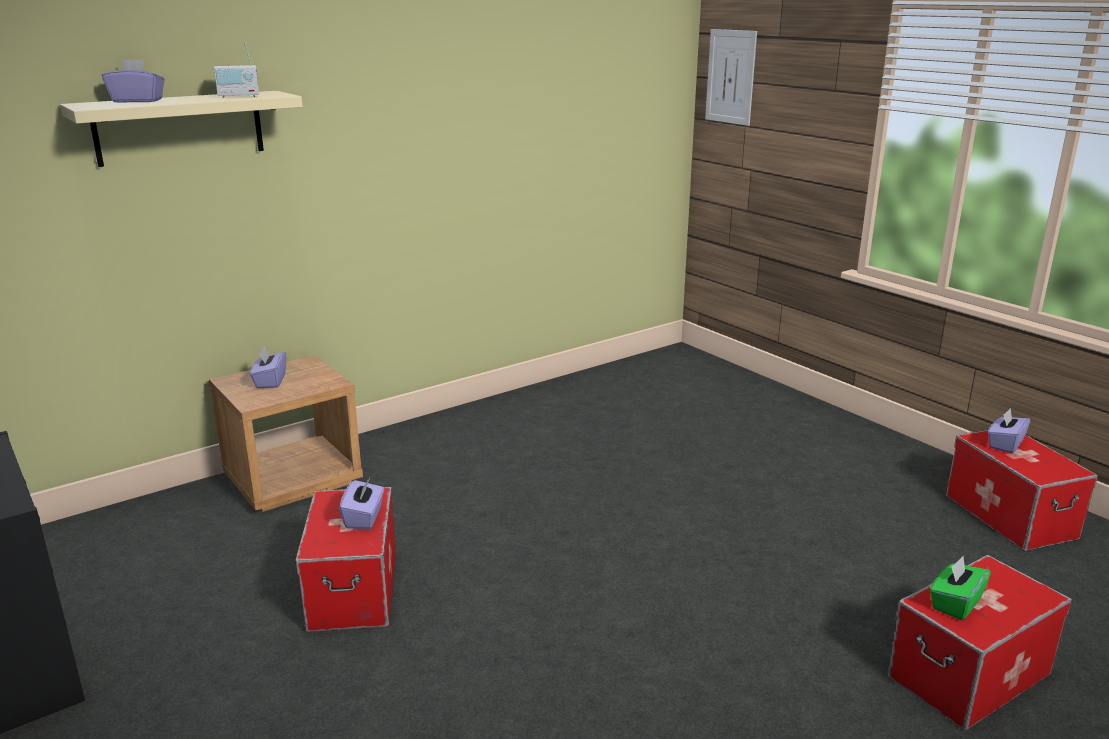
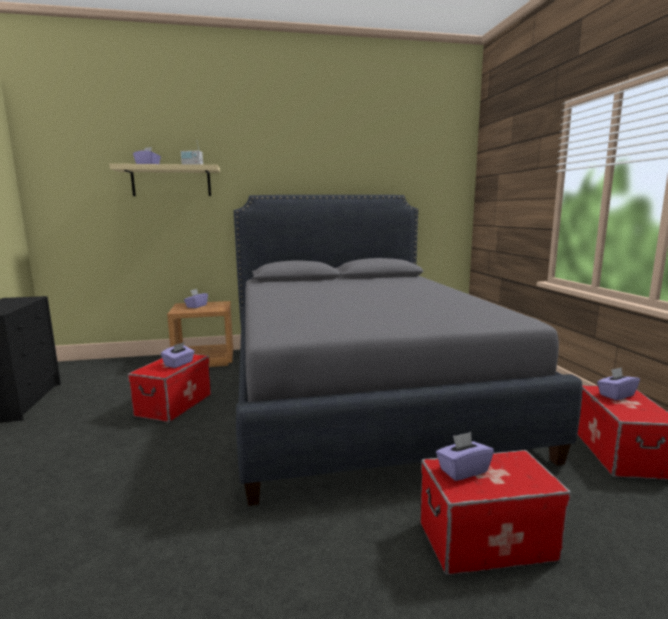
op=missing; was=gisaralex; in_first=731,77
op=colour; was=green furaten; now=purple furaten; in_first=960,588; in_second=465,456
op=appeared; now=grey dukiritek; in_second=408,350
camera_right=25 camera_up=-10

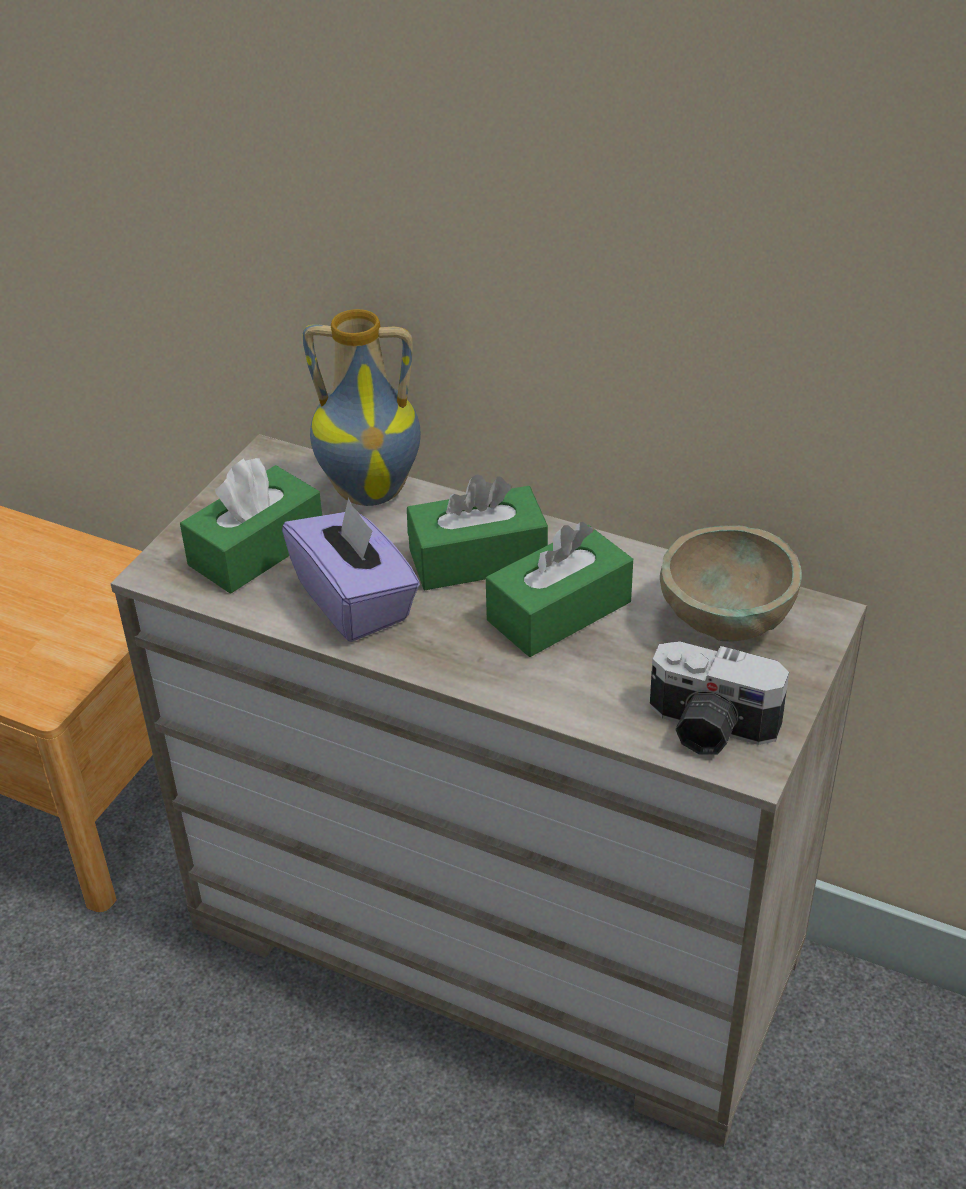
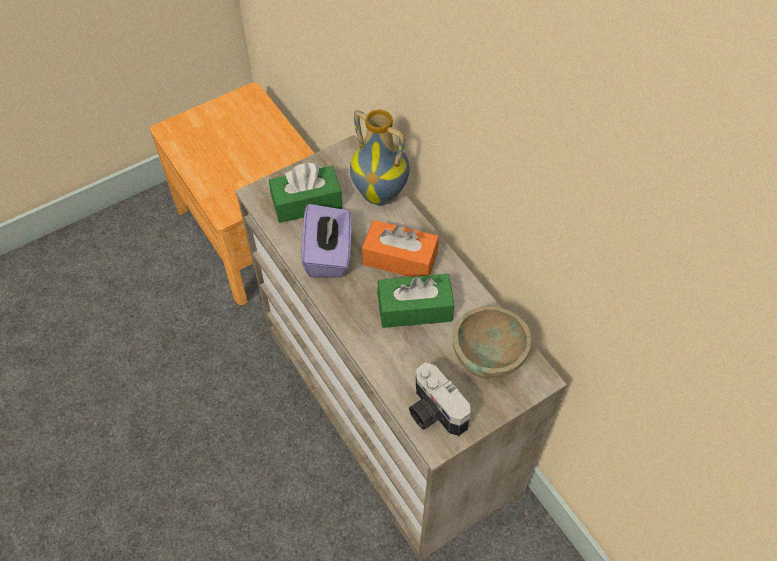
op=colour; was=green furaten; now=orange furaten; in_first=477,532; in_second=400,248
camera_right=30 camera_up=15

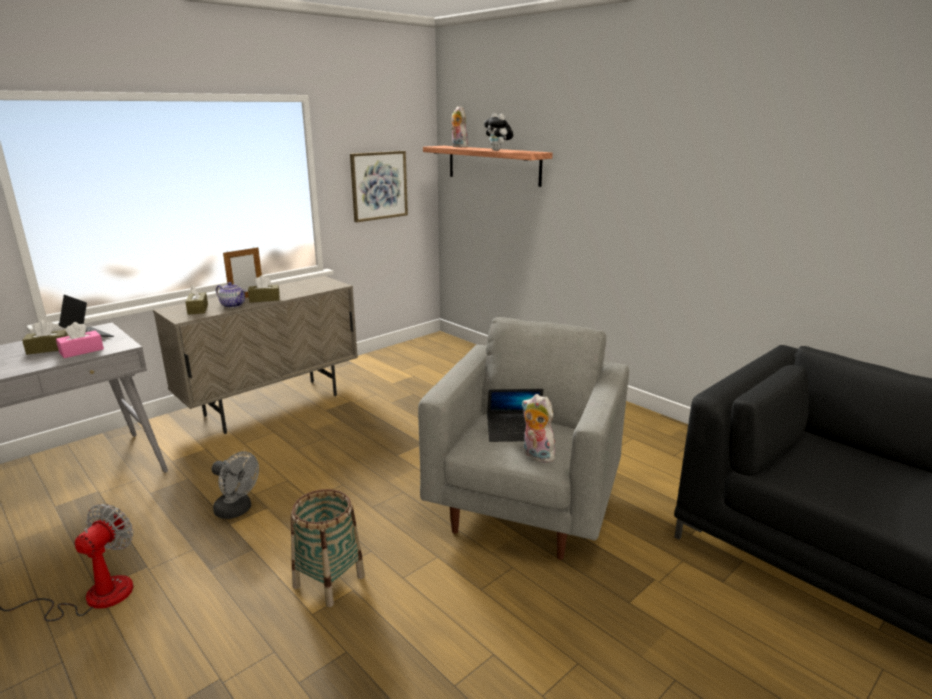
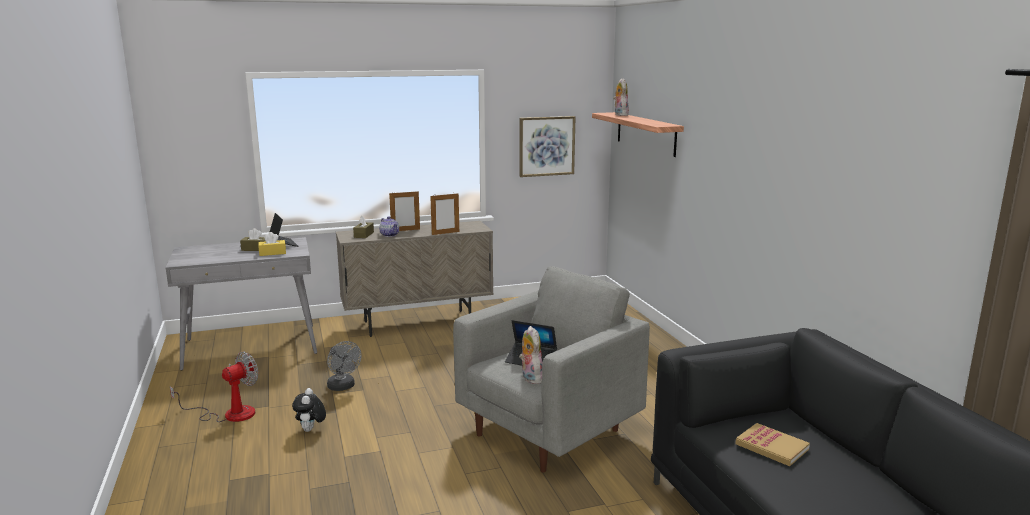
op=colour; was=pink furaten; now=yellow furaten; in_first=80,340; in_second=272,244
op=missing; was=brown furaten; in_first=264,289
op=missing; was=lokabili; in_first=328,548
op=relocated; was=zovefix; in_first=498,132; in_second=309,410
op=appeared; now=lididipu; in_second=444,213
op=appeared; now=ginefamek; in_second=772,444
camera_right=25 camera_up=-5

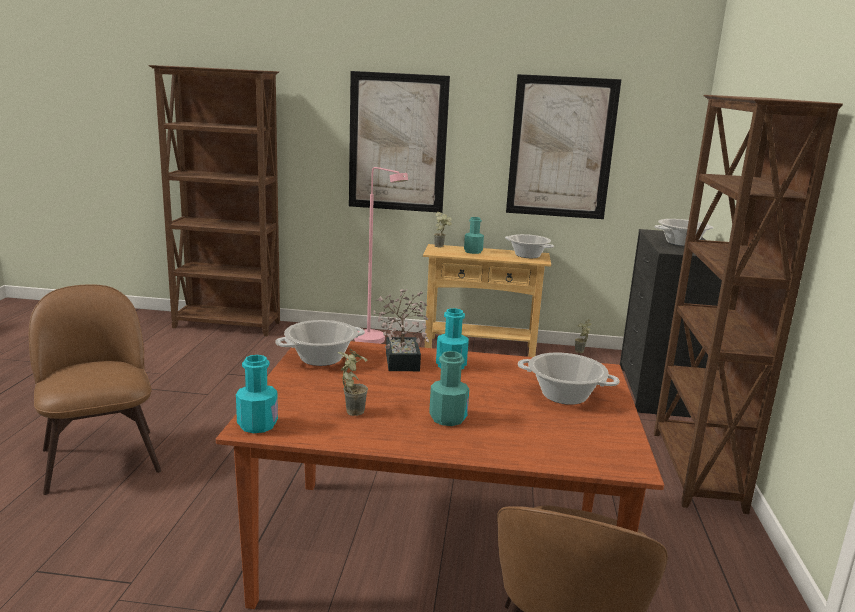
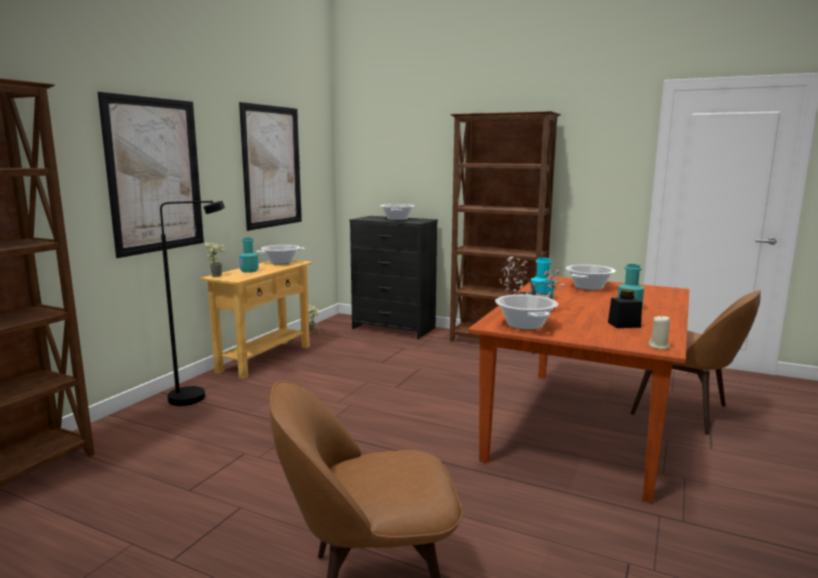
op=exchanged; was=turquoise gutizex; now=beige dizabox; in_first=257,394; in_second=659,332
op=exchanged; was=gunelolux; now=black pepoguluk; in_first=353,382; in_second=625,308
op=colour; was=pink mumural; now=black mumural; in_first=381,255; in_second=192,303
camera_right=-70 camera_up=-5

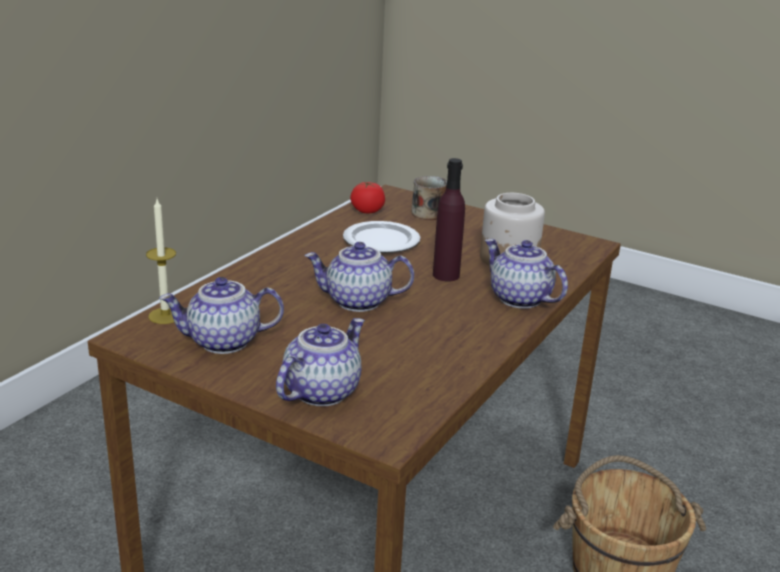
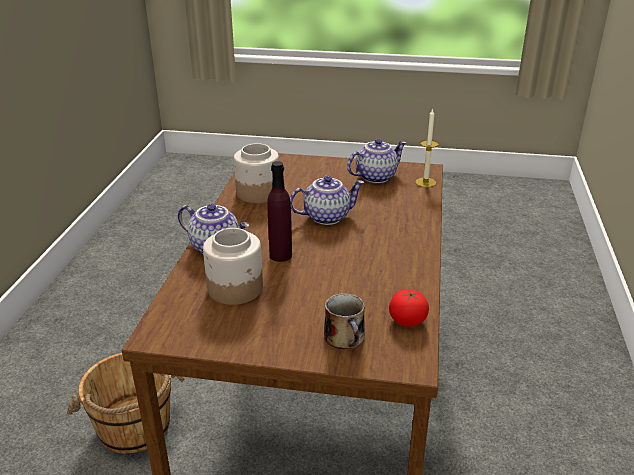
op=missing; was=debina; in_first=320,362
op=missing; was=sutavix; in_first=382,237
op=appeared; now=pepoguluk; in_second=256,173
camera_right=160 camera_up=5

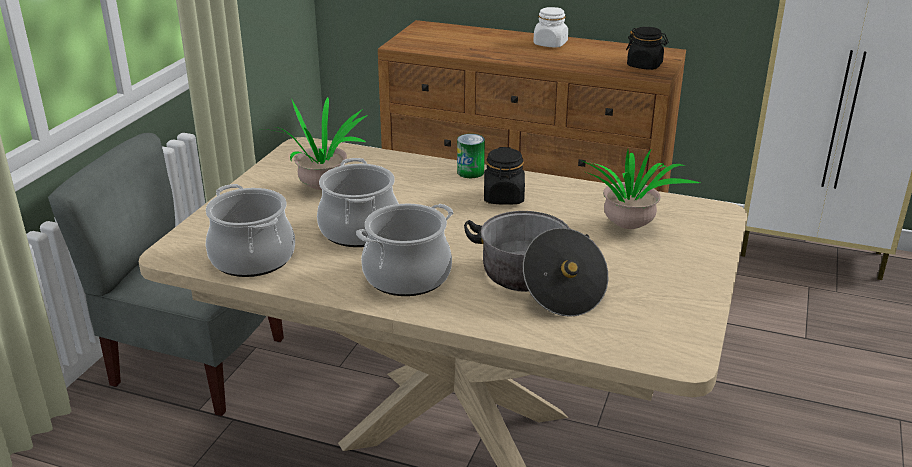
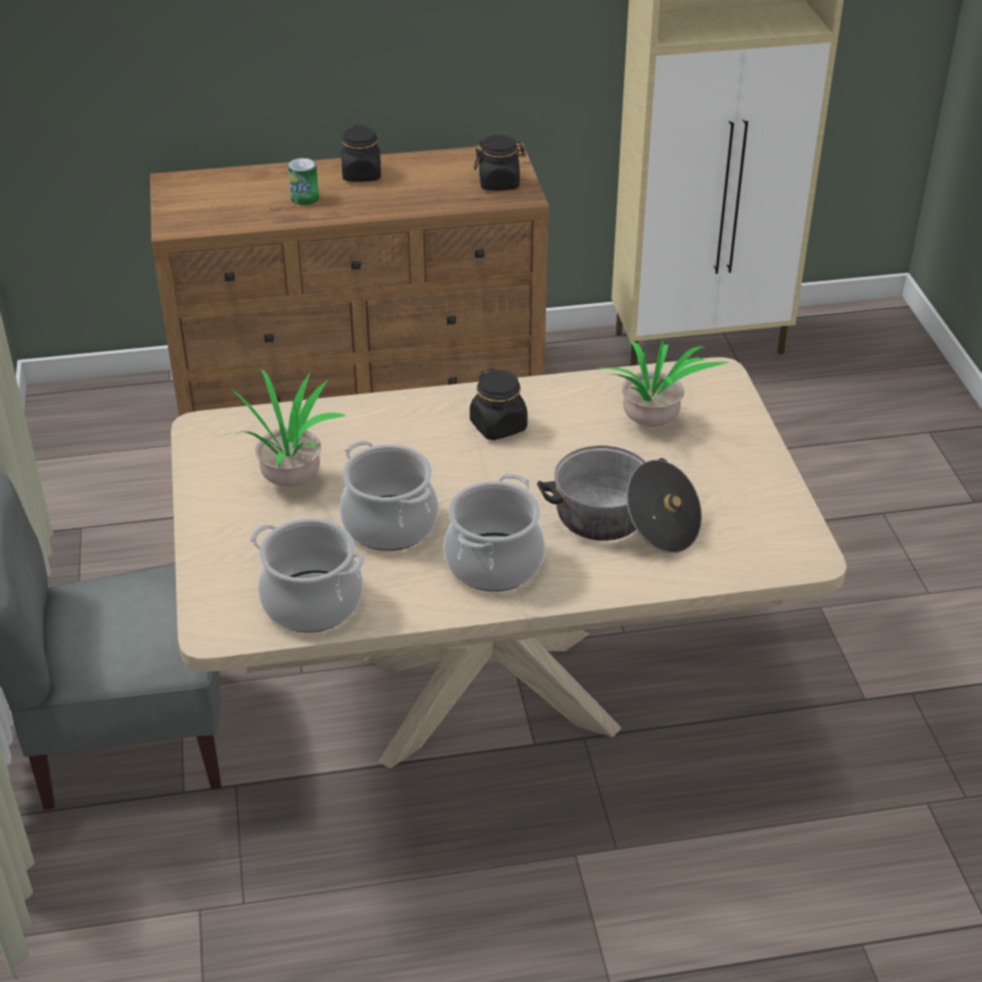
op=relocated; was=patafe; in_first=471,156; in_second=303,181
op=colour; was=white pepoguluk; now=black pepoguluk; in_first=550,27; in_second=361,153
camera_right=-30 camera_up=10

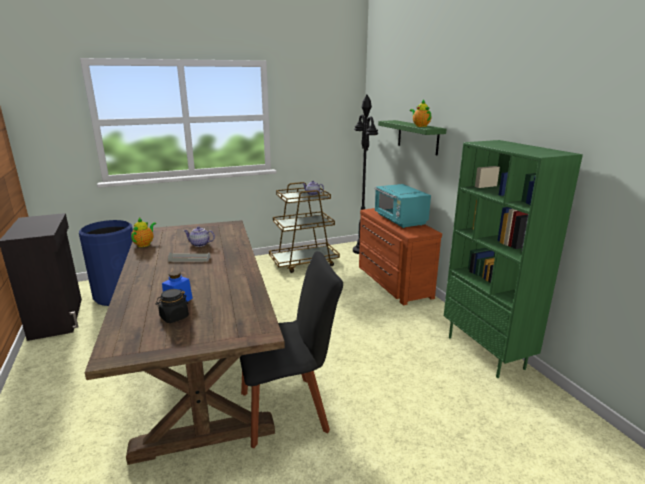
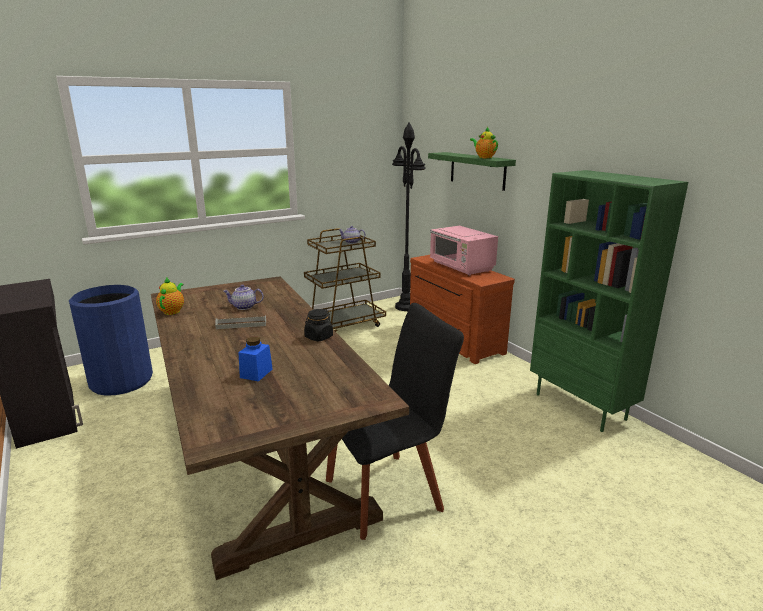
op=relocated; was=black pepoguluk; in_first=172,306; in_second=318,325
op=colour; was=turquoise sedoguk; now=pink sedoguk; in_first=403,206; in_second=464,250
camera_right=-10 camera_up=0

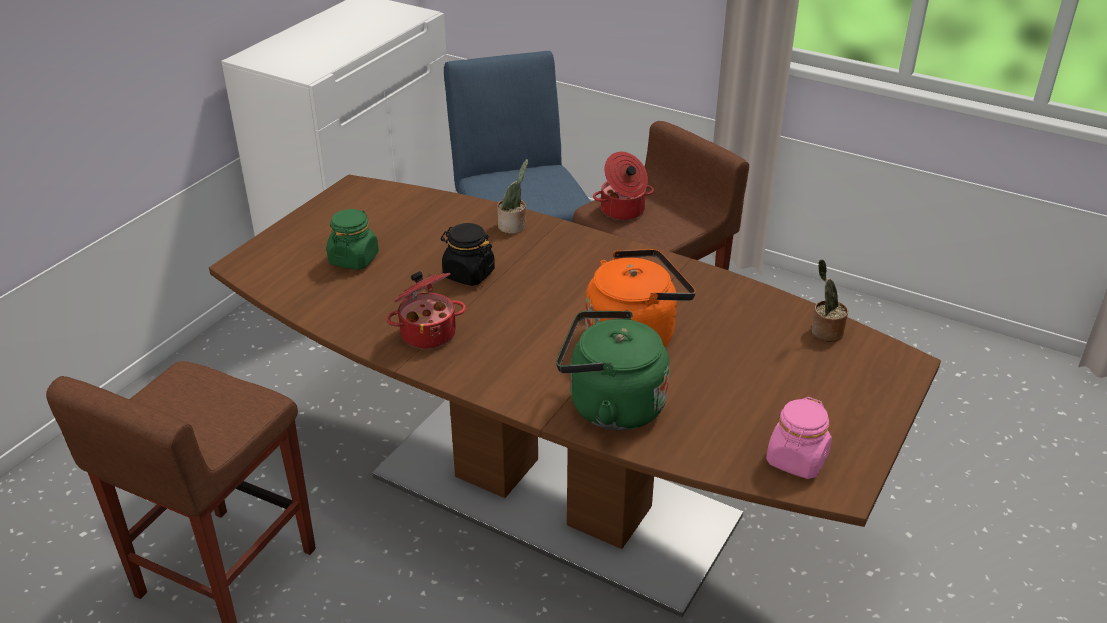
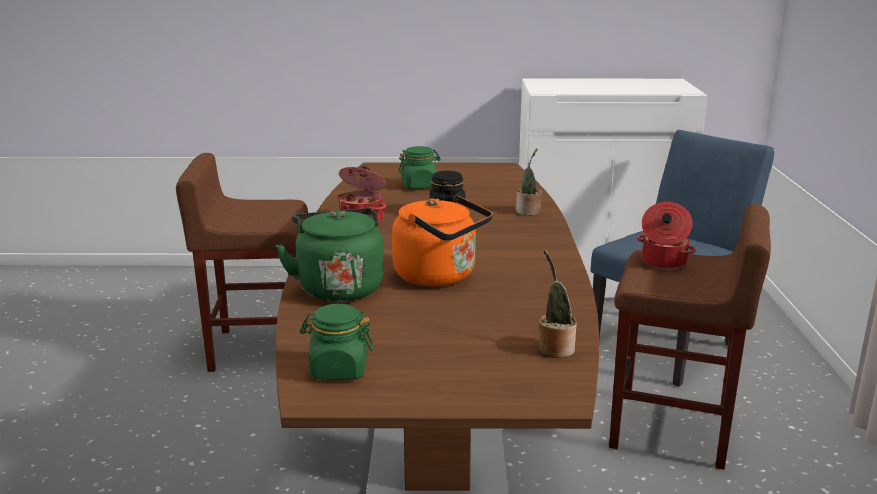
op=colour; was=pink pepoguluk; now=green pepoguluk; in_first=799,438; in_second=336,342
camera_right=60 camera_up=-15

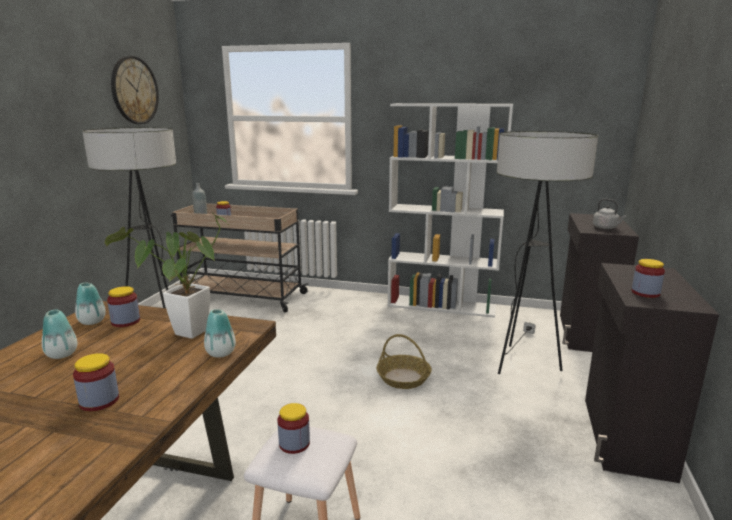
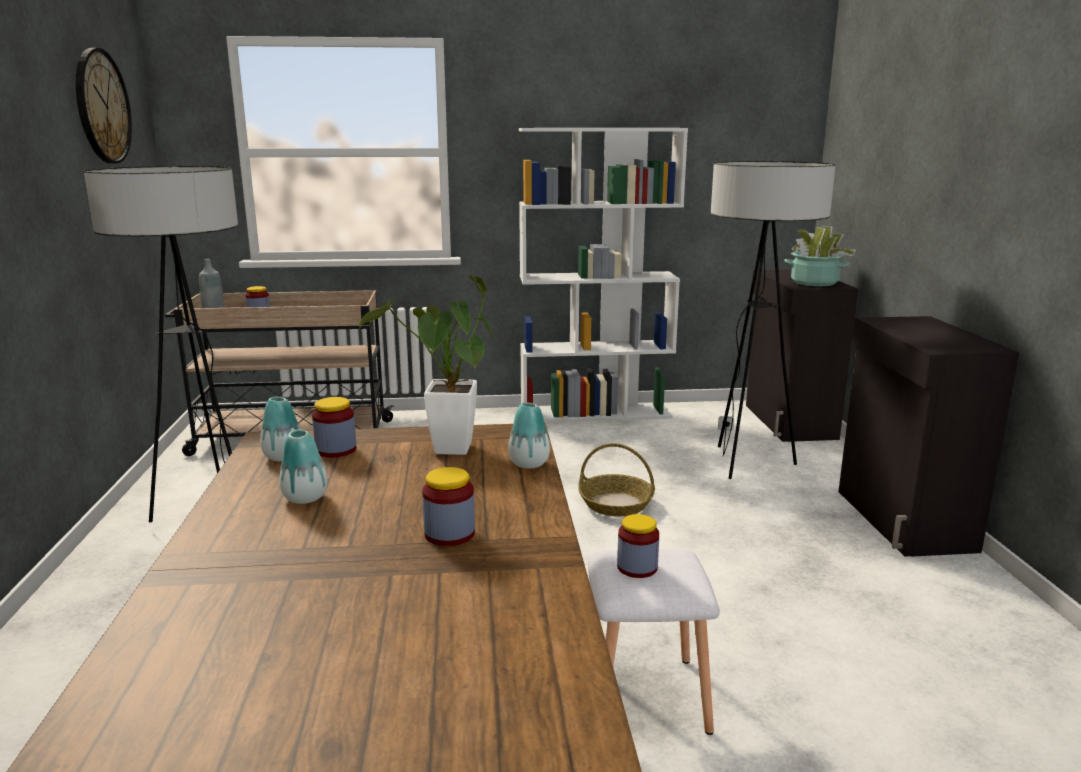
op=exchanged; was=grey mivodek; now=gunelolux; in_first=610,214; in_second=820,256
op=missing; was=pepoguluk; in_first=648,278
camera_right=-20 camera_up=0

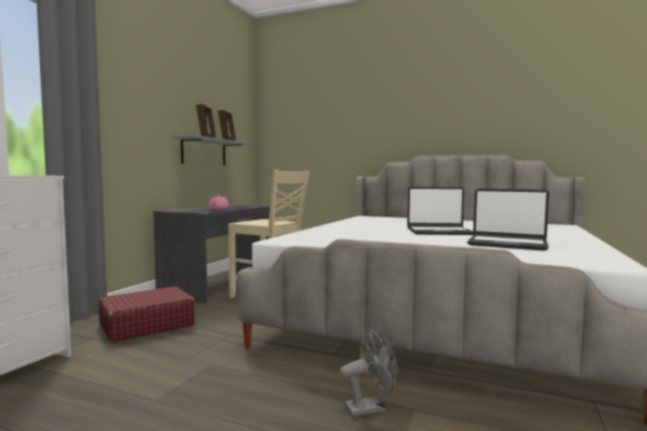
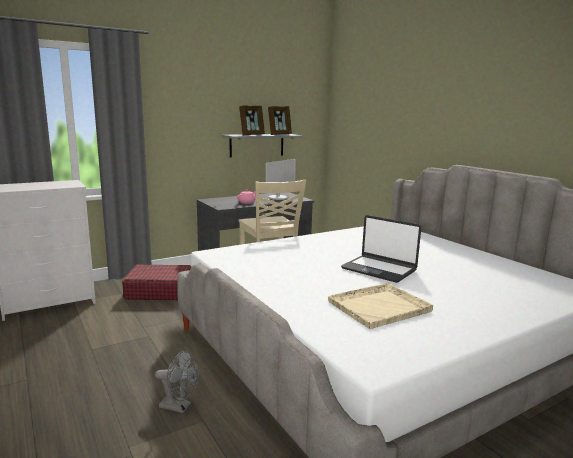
op=exchanged; was=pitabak; now=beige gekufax; in_first=508,220; in_second=380,306
op=appeared; now=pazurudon; in_second=281,179
camera_right=35 camera_up=10

